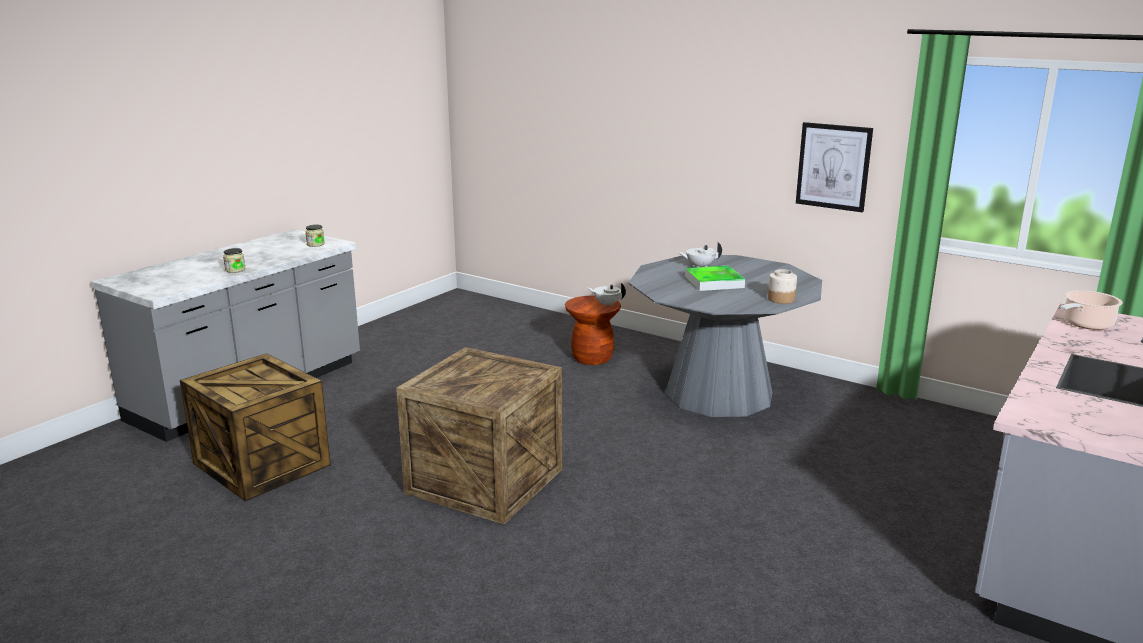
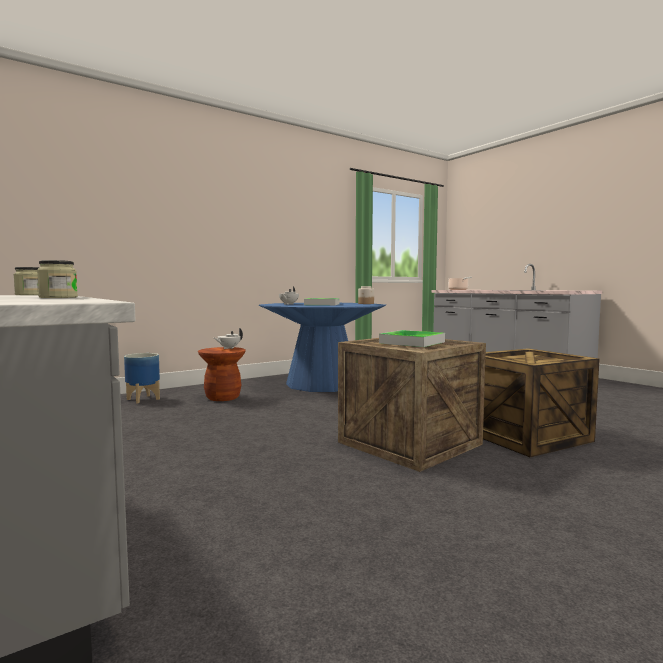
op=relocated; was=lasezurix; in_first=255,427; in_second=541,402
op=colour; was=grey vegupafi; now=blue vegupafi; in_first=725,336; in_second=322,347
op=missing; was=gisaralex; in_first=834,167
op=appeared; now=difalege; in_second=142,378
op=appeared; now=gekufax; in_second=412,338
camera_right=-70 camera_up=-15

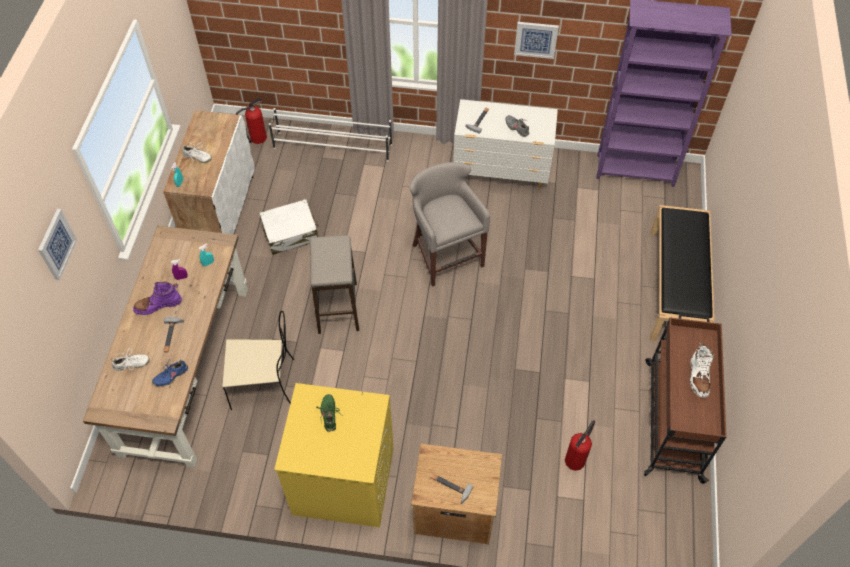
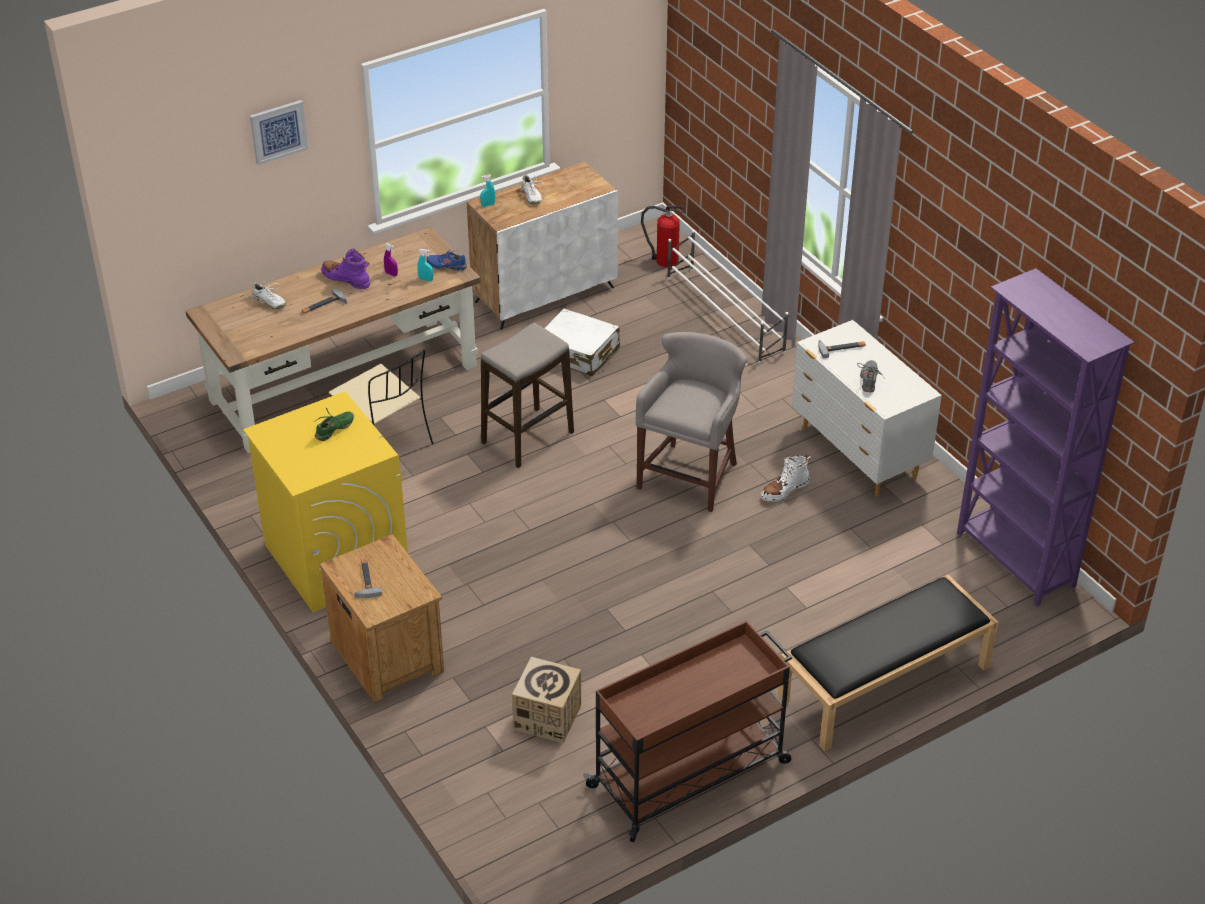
op=relocated; was=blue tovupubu; in_first=170,373; in_second=446,260
op=missing; was=gisaralex; in_first=536,40
op=exchanged; was=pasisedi; now=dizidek; in_first=580,445; in_second=546,700
op=relocated; was=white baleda; in_first=702,370; in_second=786,478
camera_right=50 camera_up=-15

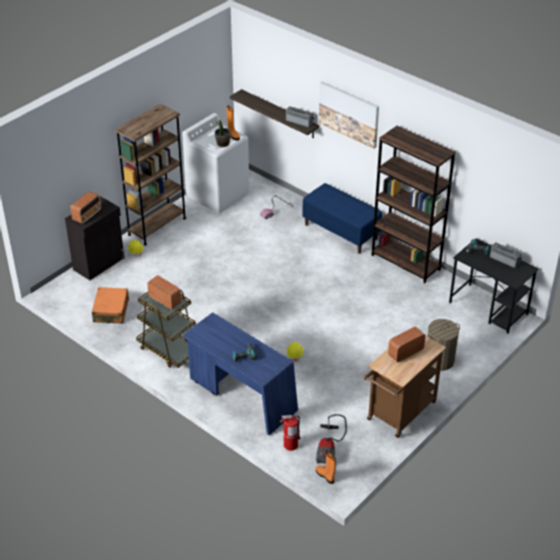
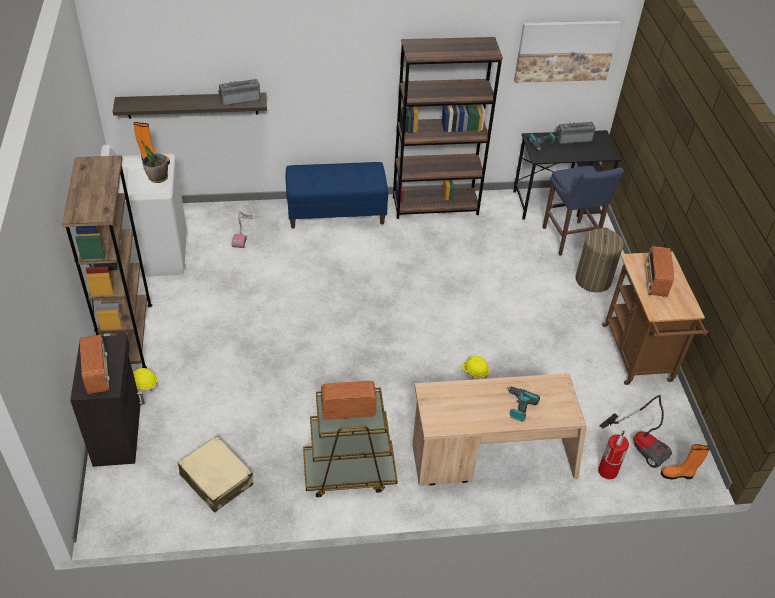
op=colour; was=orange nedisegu; now=beige nedisegu; in_first=110,305; in_second=215,474
op=colour; was=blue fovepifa; now=beige fovepifa; in_first=240,373; in_second=499,429
op=relocated; was=gisaralex; in_first=349,115; in_second=567,52
op=appeared; now=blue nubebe; in_second=583,211
camera_right=-50 camera_up=5

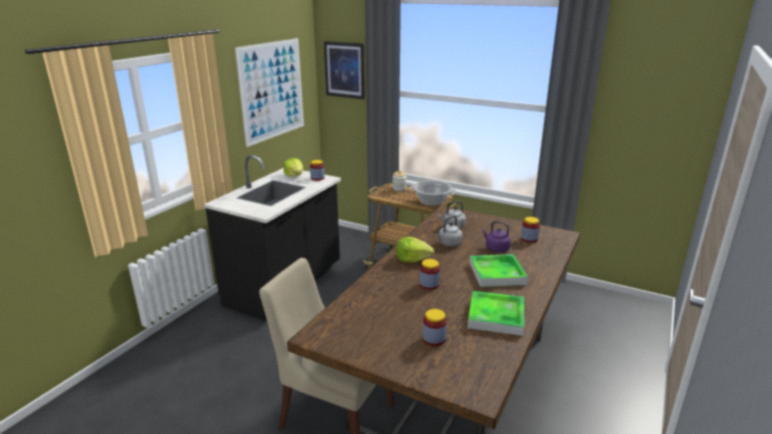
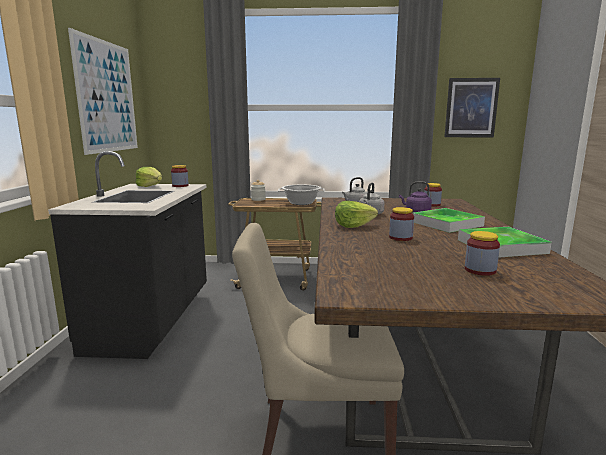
op=relocated; was=gisaralex; in_first=344,70; in_second=472,107
camera_right=-25 camera_up=-10

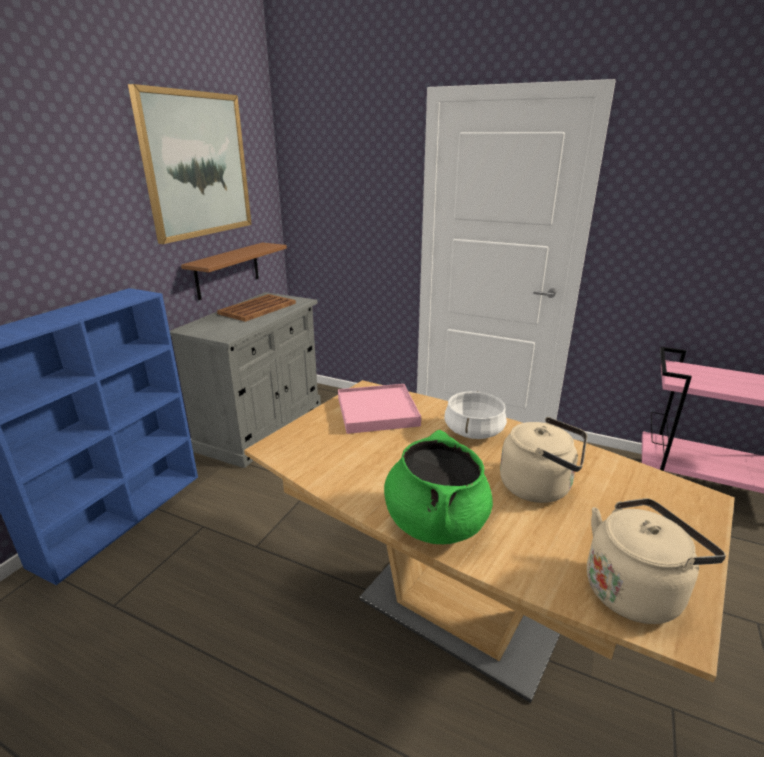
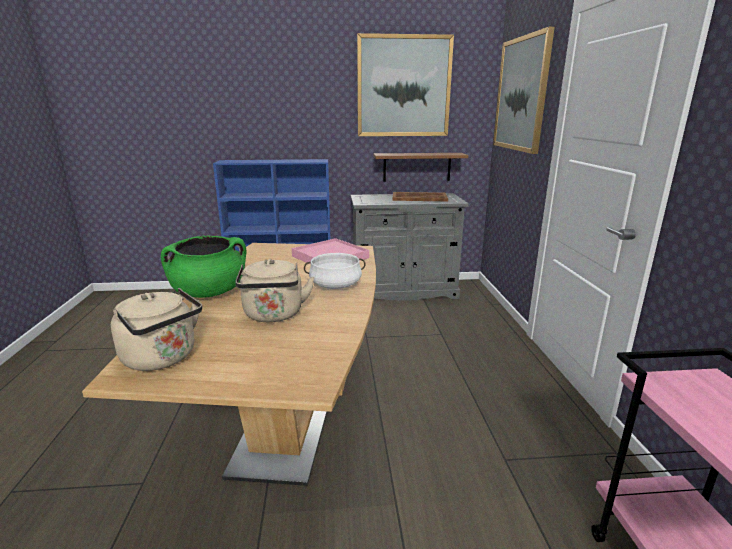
op=appeared; now=gisaralex; in_second=524,90
camera_right=60 camera_up=-5

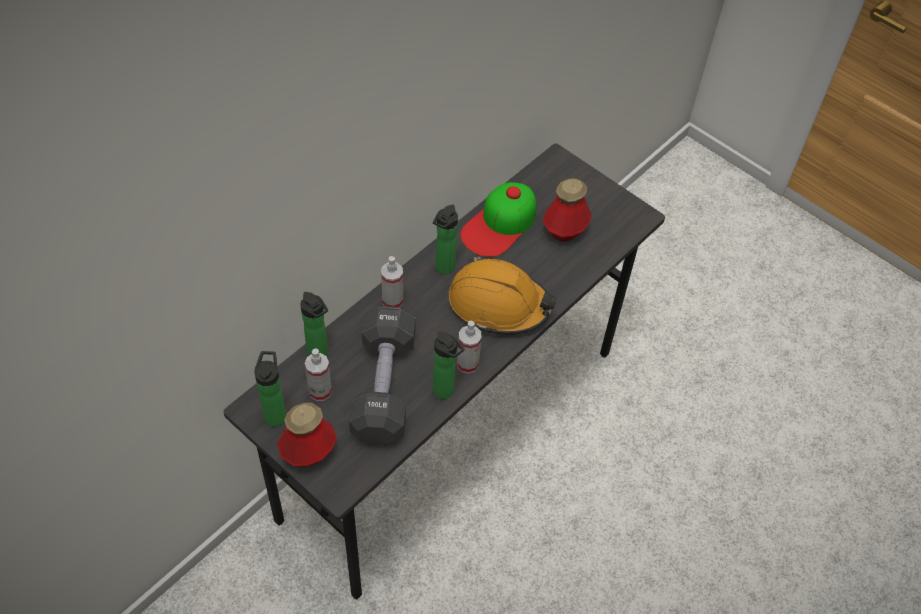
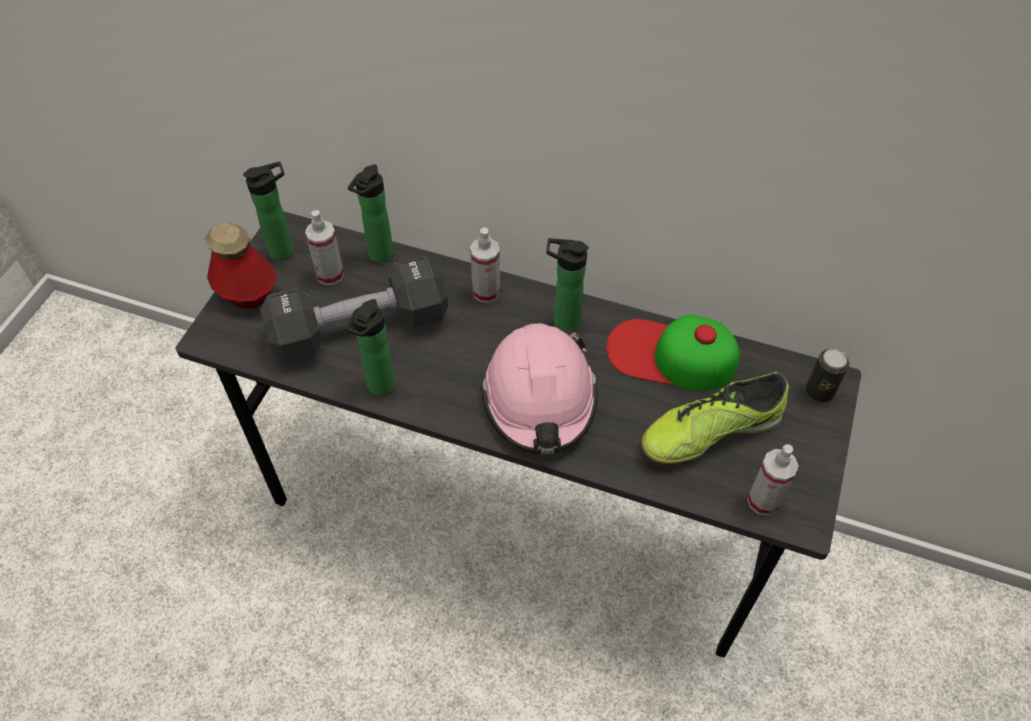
op=colour; was=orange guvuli; now=pink guvuli; in_first=503,295; in_second=539,388
op=relocated; was=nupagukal; in_first=469,347; in_second=773,480
op=exchanged; was=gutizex; now=tovupubu; in_first=567,210; in_second=715,418
op=appeared; now=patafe; in_second=828,375
camera_right=70 camera_up=0

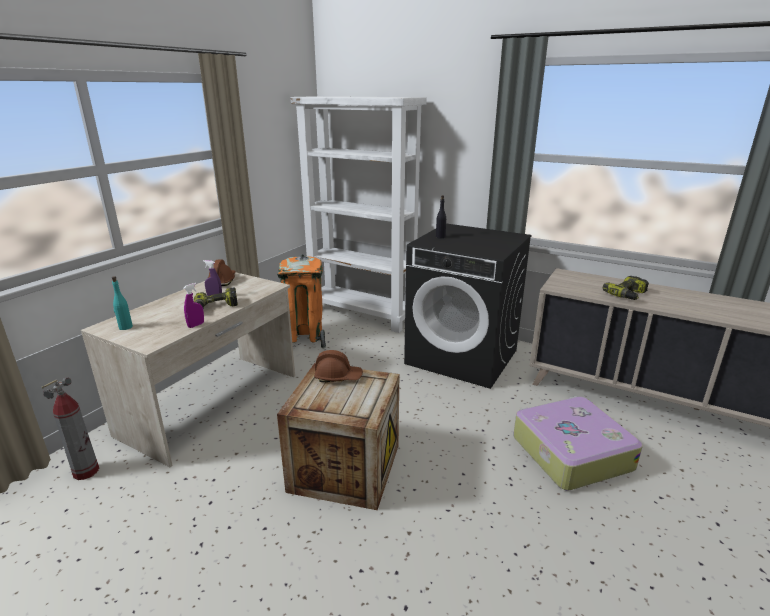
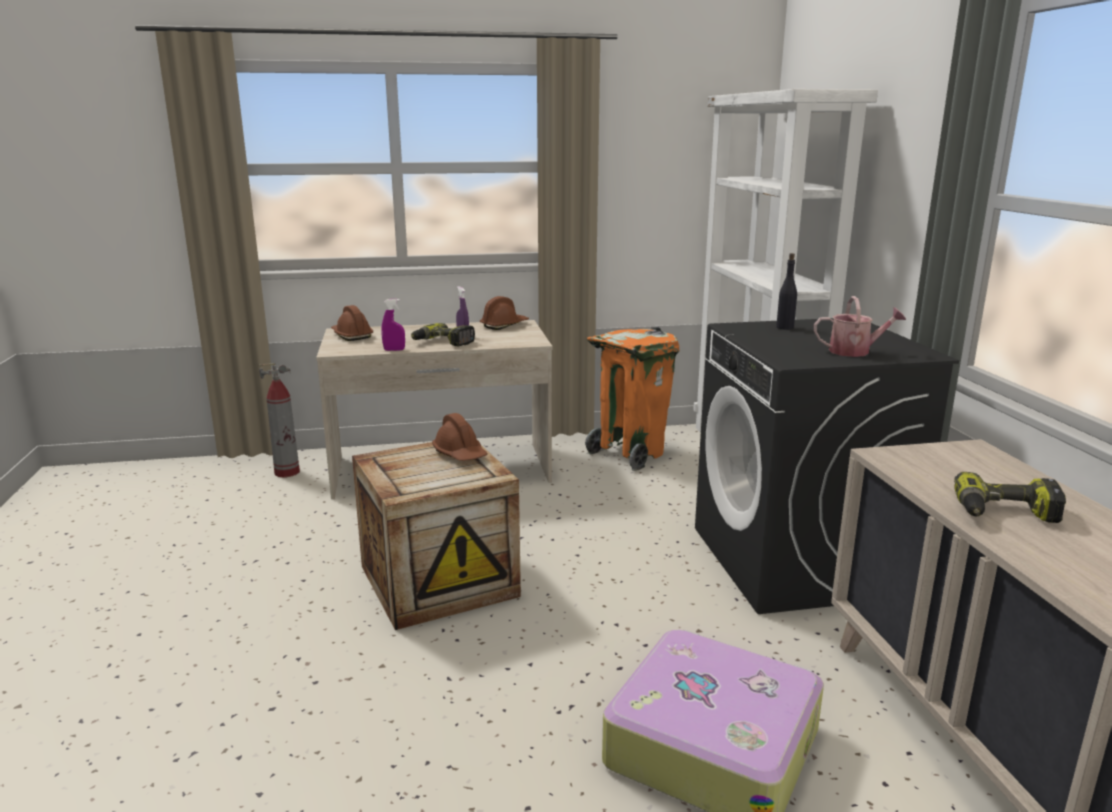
op=exchanged; was=turquoise gutizex; now=brown guvuli; in_first=122,303; in_second=352,323
op=appeared; now=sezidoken; in_second=860,326
camera_right=50 camera_up=-5

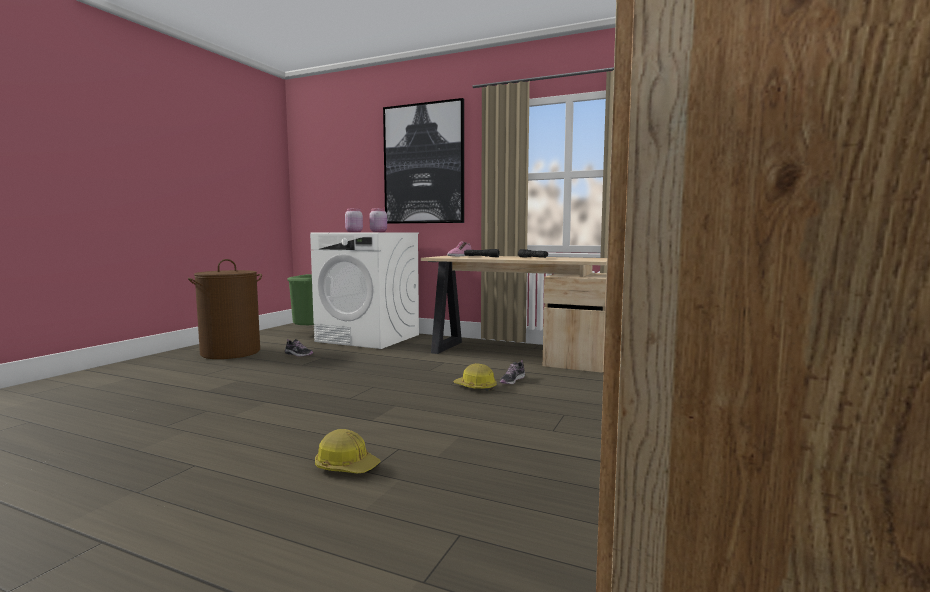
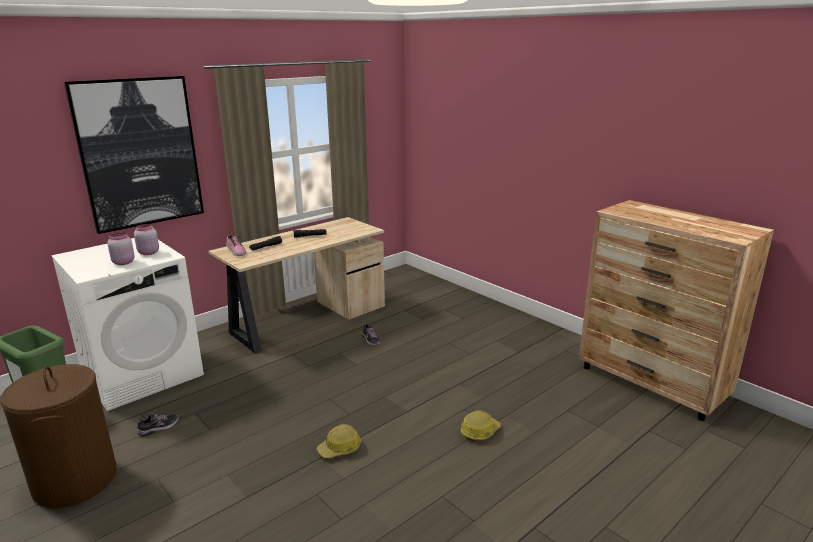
op=relocated; was=guvuli; in_first=475,377; in_second=339,441
camera_right=-65 camera_up=15

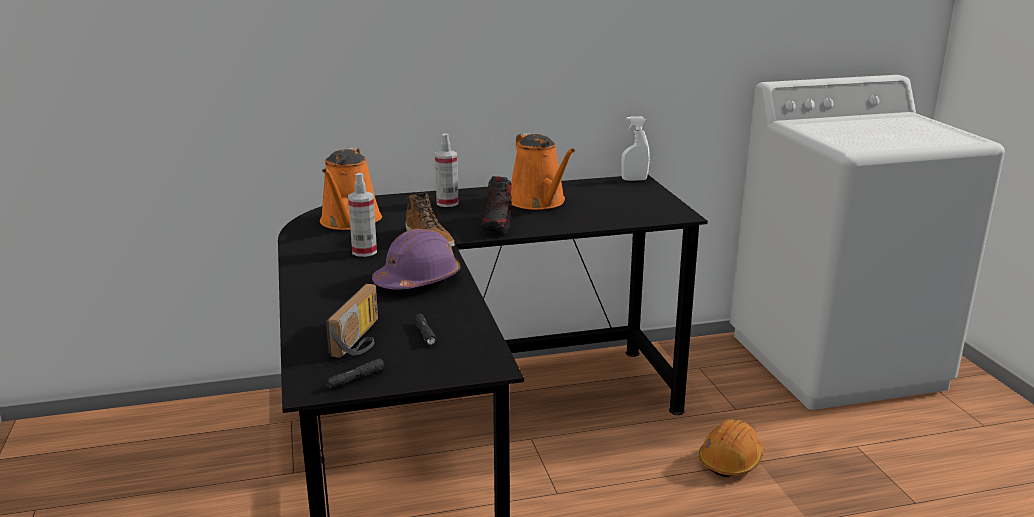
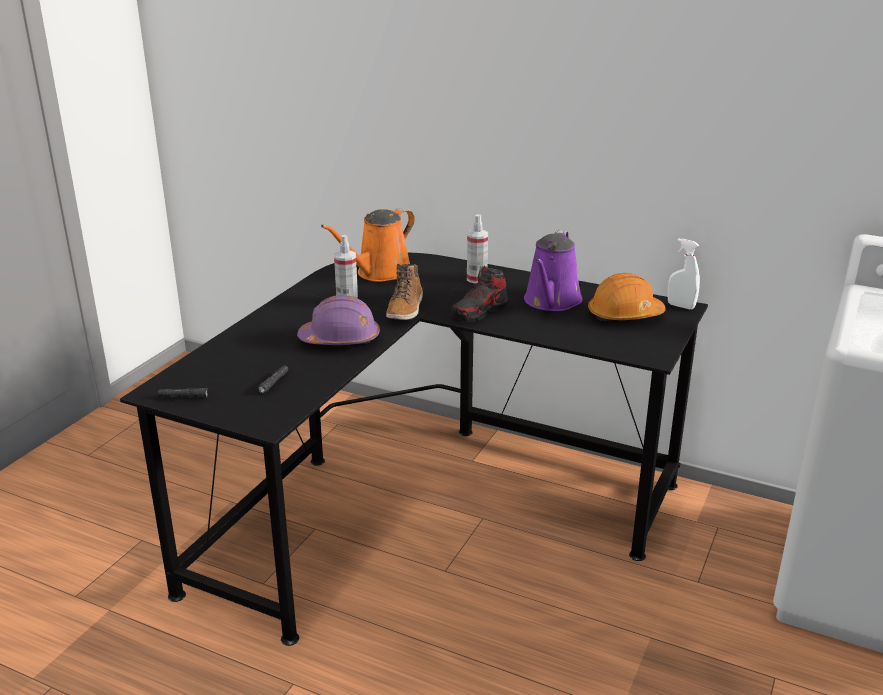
op=missing; was=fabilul; in_first=352,321
op=colour; was=orange sezidoken; now=purple sezidoken; in_first=543,171; in_second=553,270
op=relocated; was=orange guvuli; in_first=732,448; in_second=627,297
camera_right=40 camera_up=5

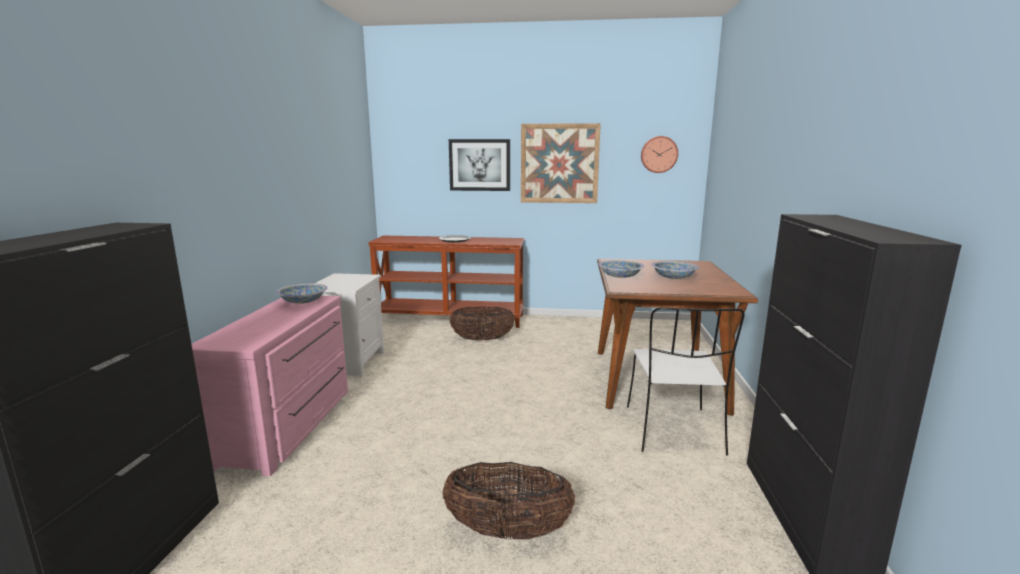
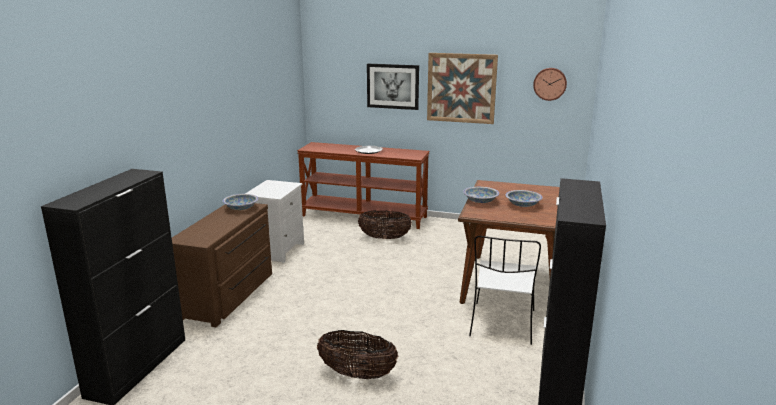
op=colour; was=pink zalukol; now=brown zalukol; in_first=269,386; in_second=222,265
camera_right=10 camera_up=5

